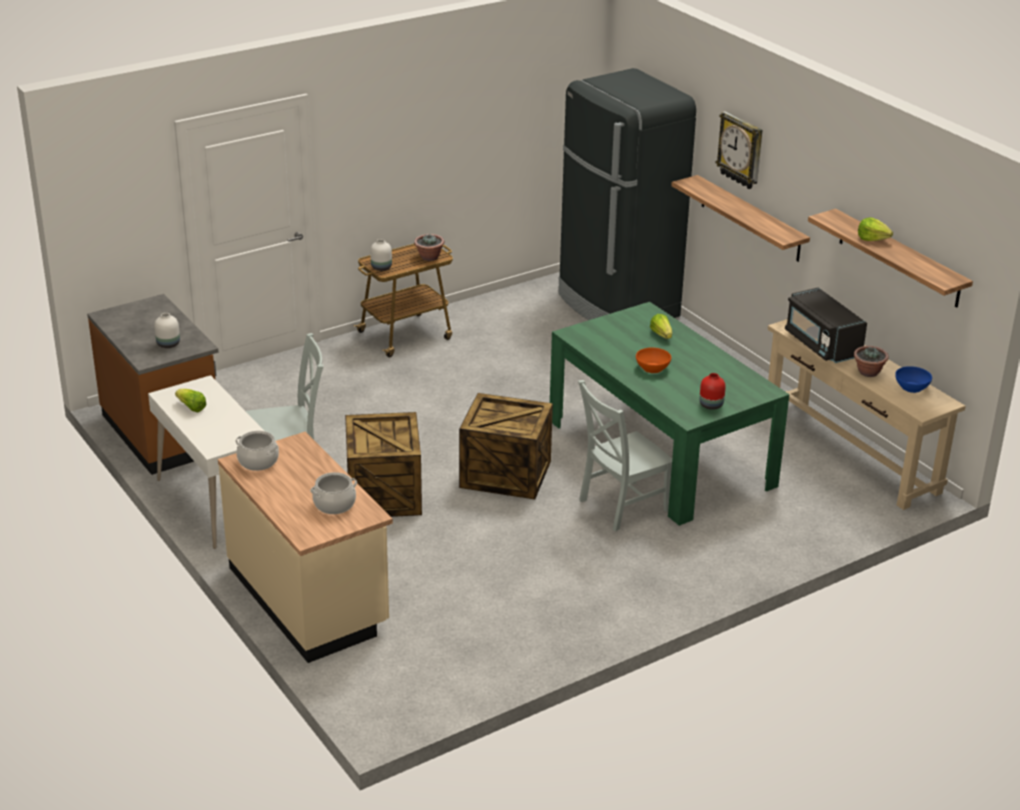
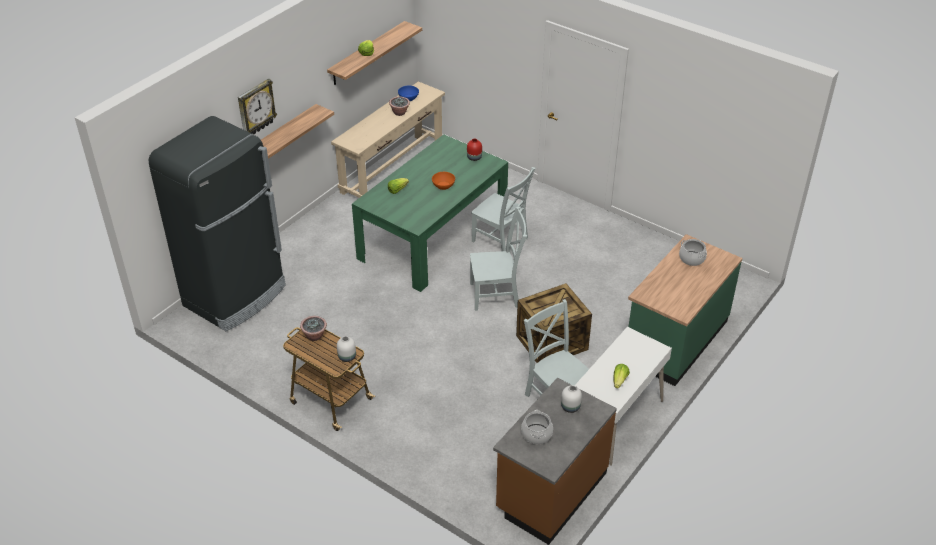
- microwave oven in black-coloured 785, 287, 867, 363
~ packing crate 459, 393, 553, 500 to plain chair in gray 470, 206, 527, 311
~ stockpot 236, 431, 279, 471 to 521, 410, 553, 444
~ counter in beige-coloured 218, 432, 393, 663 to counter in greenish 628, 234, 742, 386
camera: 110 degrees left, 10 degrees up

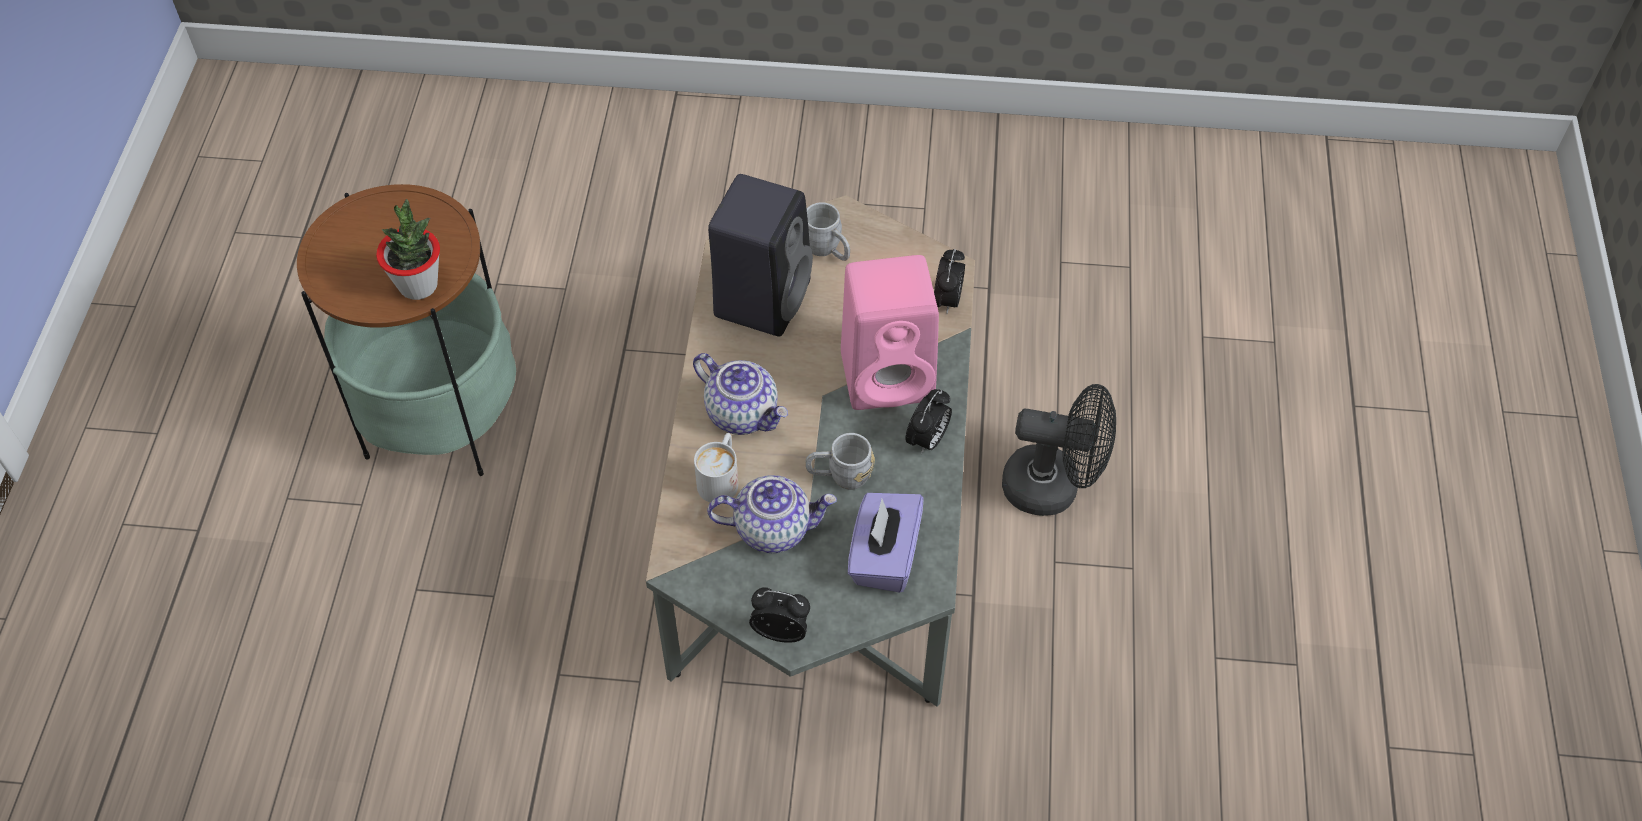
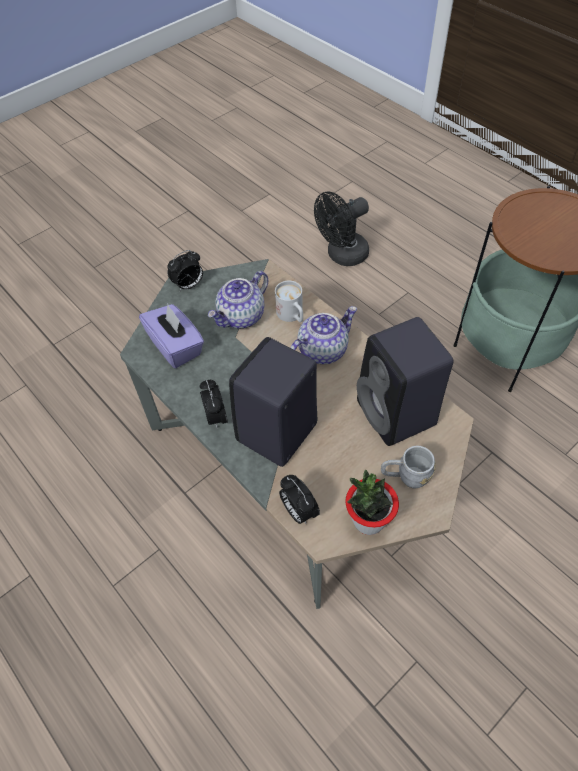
~ potted plant 376, 199, 440, 300 to 346, 470, 399, 535
~ loudspeaker in pink 841, 255, 939, 410 to loudspeaker in black-coloured 229, 337, 317, 467
~ tea pot 693, 353, 788, 435 = 290, 306, 357, 364 150 degrees clockwise
~ cooling fan in black-coloured 1002, 384, 1116, 516 to 314, 191, 369, 266
- coffee mug in gray 806, 433, 875, 490
camera: 135 degrees right, 0 degrees up

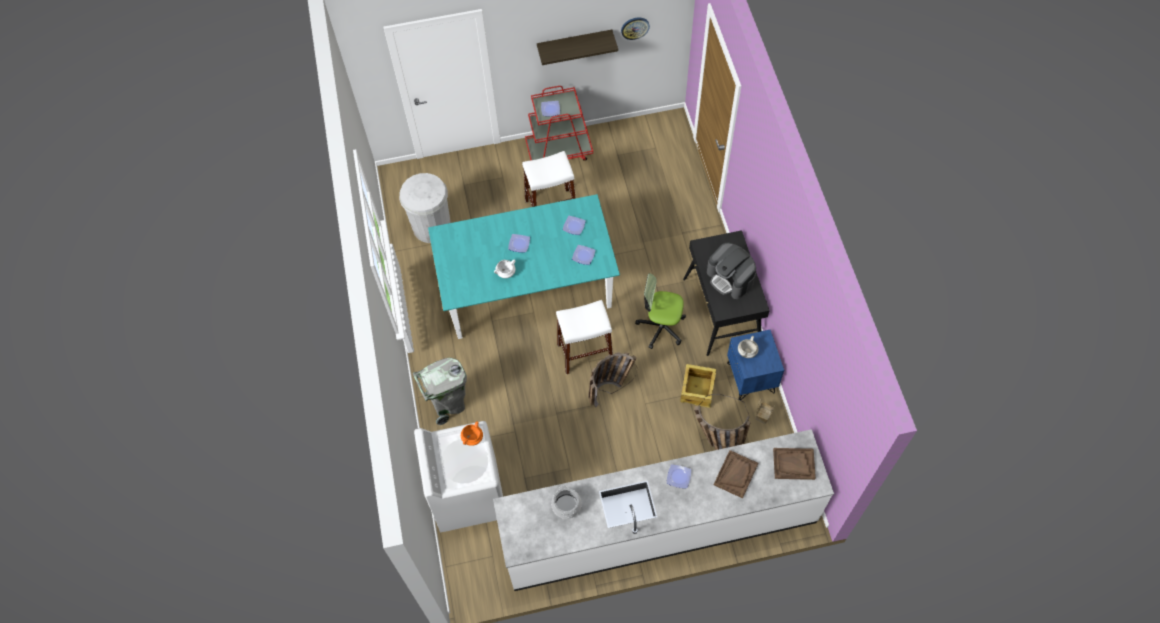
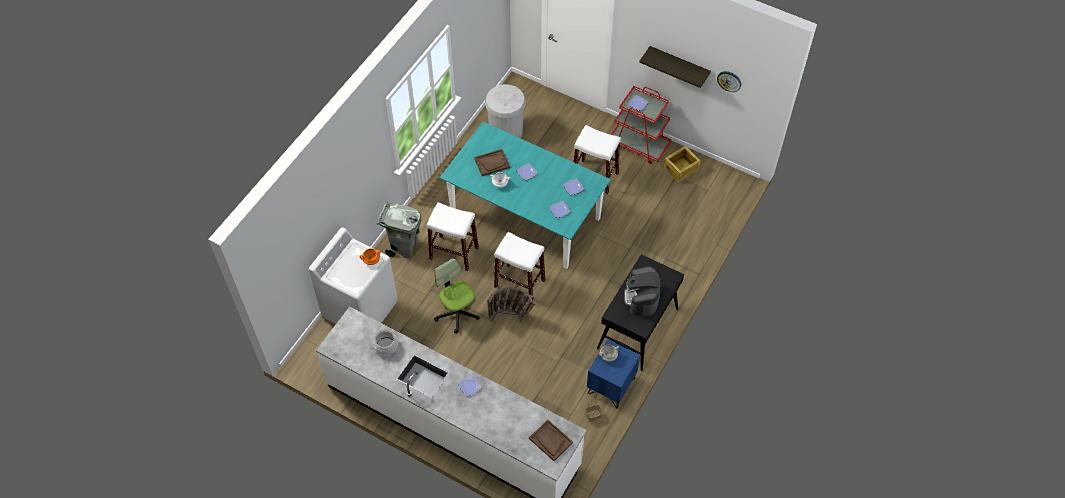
~ computer chair 635, 273, 686, 349 to 434, 258, 480, 334
~ packing crate 680, 364, 716, 408 to 664, 146, 701, 183
- household basket 694, 394, 751, 450
~ carrying tray in brown-coloured 714, 450, 758, 498 to 474, 149, 510, 176
+ stool seat in white 426, 202, 479, 271
camera: 40 degrees right, 5 degrees down

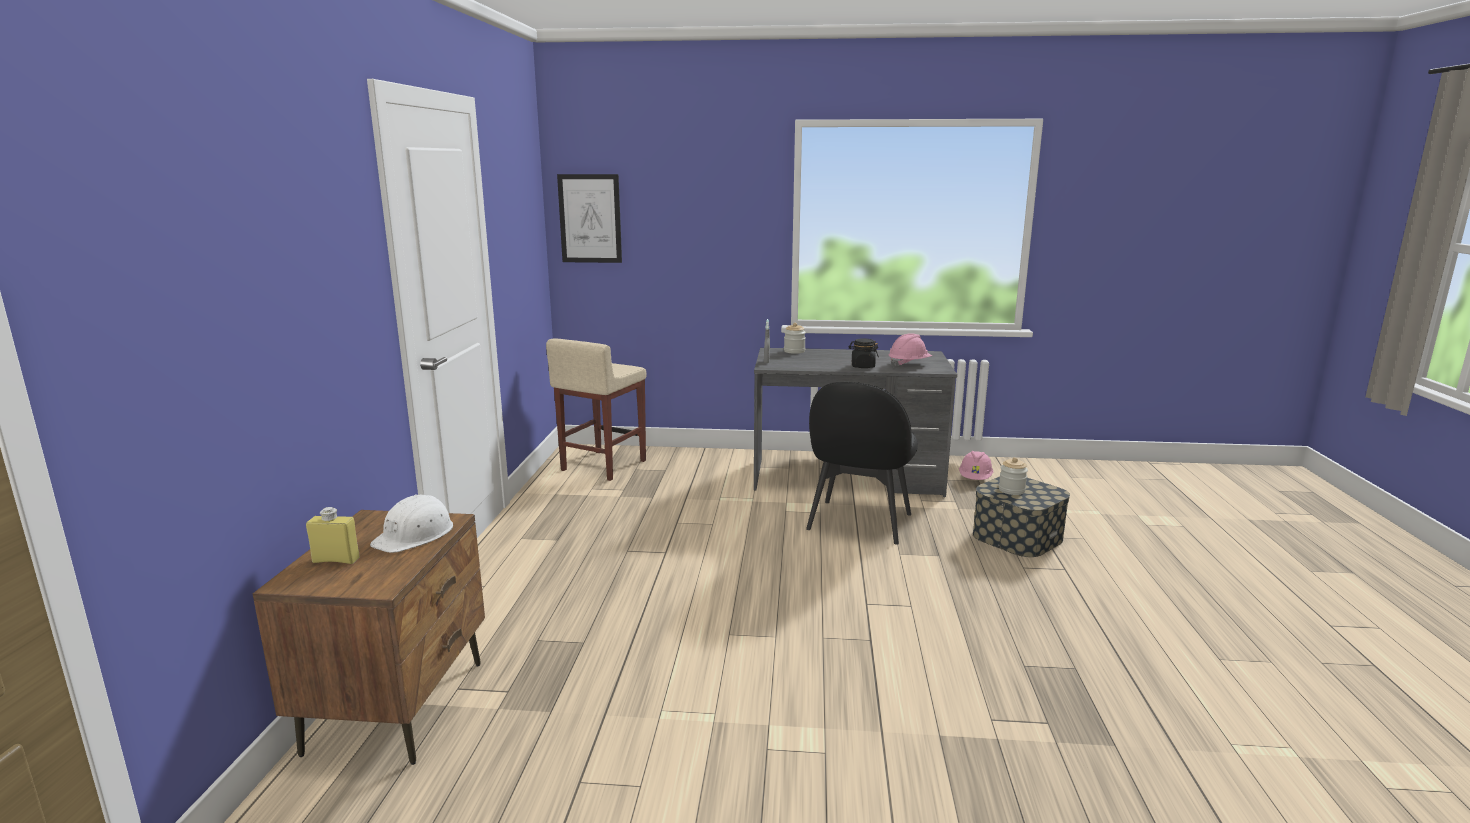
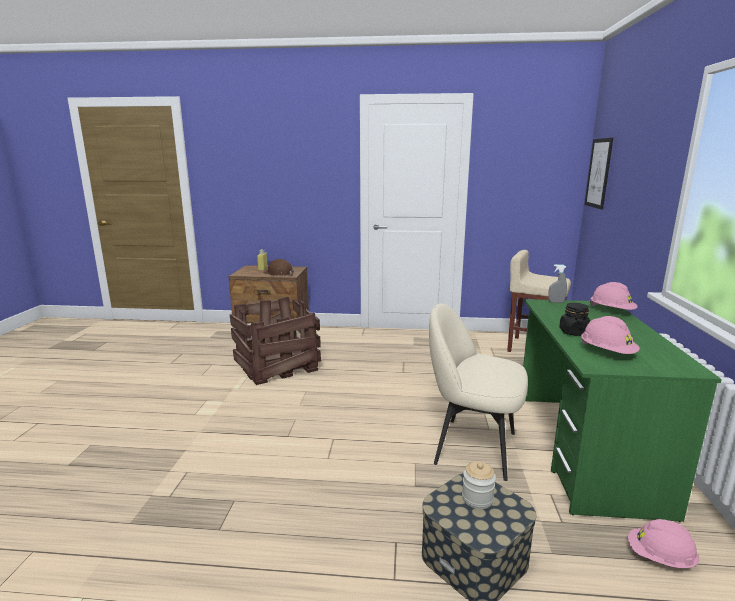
~ storage jar 784, 323, 806, 354 to safety helmet in pink 590, 282, 638, 310
~ desk in gray 754, 348, 957, 497 to desk in greenish 523, 299, 722, 522
~ plain chair in black-coloured 806, 382, 918, 545 to plain chair in beige-coloured 429, 303, 528, 481
~ safety helmet in white 370, 494, 453, 553 to safety helmet in brown-coloured 263, 259, 294, 276
+ packing crate 230, 297, 321, 385
camera: 90 degrees right, 0 degrees up

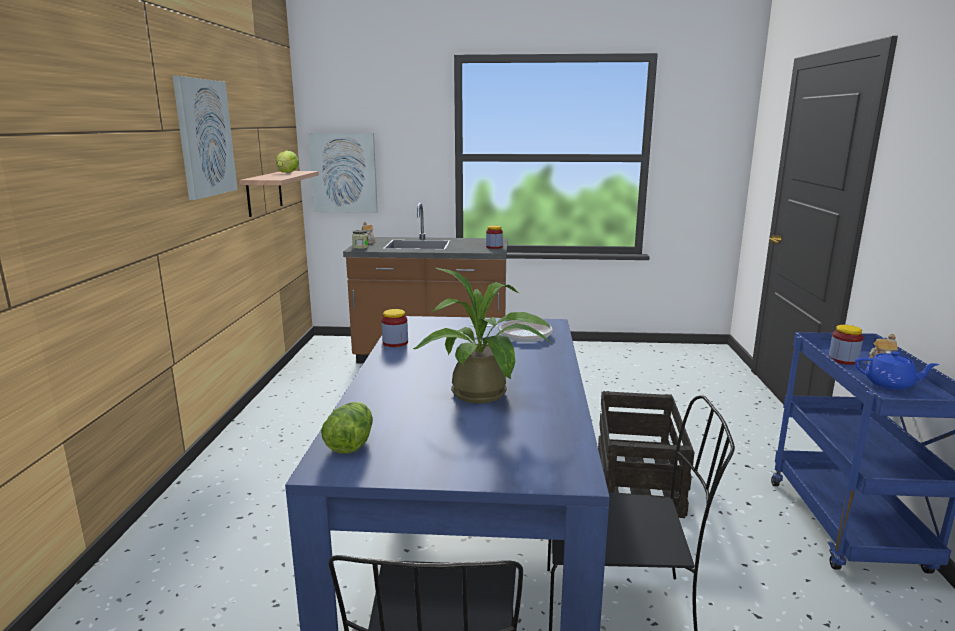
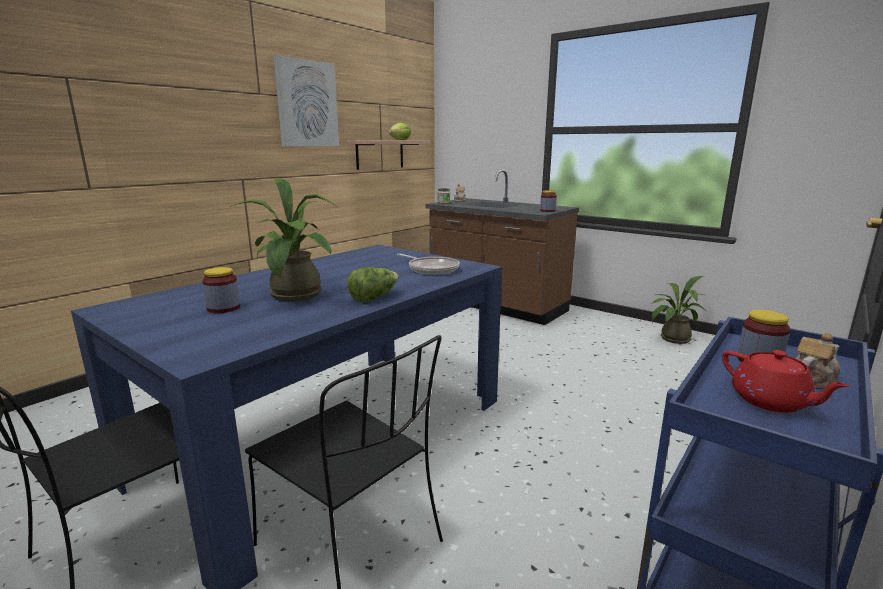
- picture 308, 133, 378, 213
~ storage jar 381, 309, 408, 347 to 202, 267, 240, 313
~ tea pot in bluish 855, 351, 939, 390 to tea pot in red 722, 350, 850, 413
- packing crate 598, 391, 695, 518
~ lettuce 321, 402, 373, 454 to 347, 267, 399, 303
+ potted plant 651, 276, 707, 344
camera: 35 degrees right, 0 degrees up

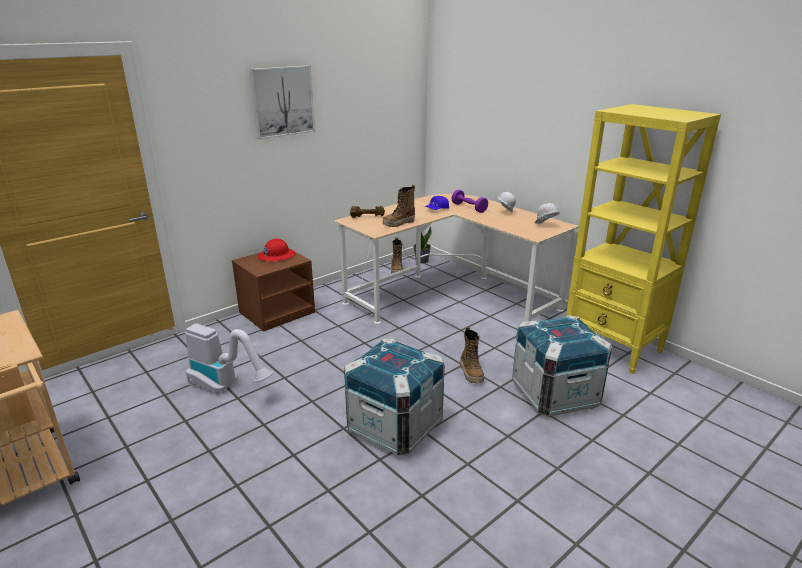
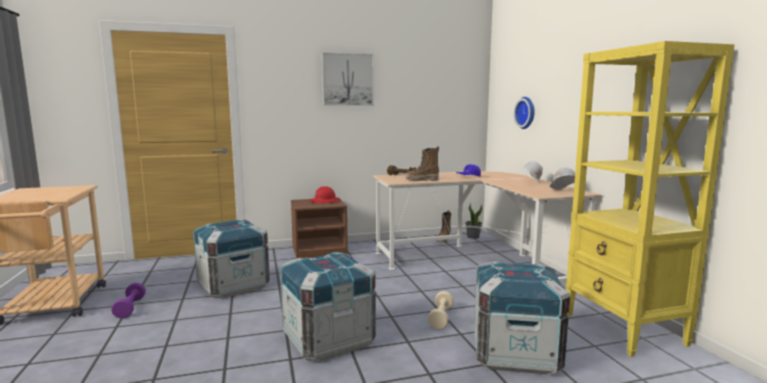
~ hand weight in purplish 452, 190, 488, 213 to 111, 283, 146, 319
~ vacuum cleaner 185, 324, 273, 394 to packing crate 193, 219, 270, 298
~ high-top boot 460, 327, 484, 383 to hand weight in beige-coloured 428, 291, 454, 329
+ clock on the wall 514, 97, 535, 129
camera: 25 degrees right, 15 degrees down

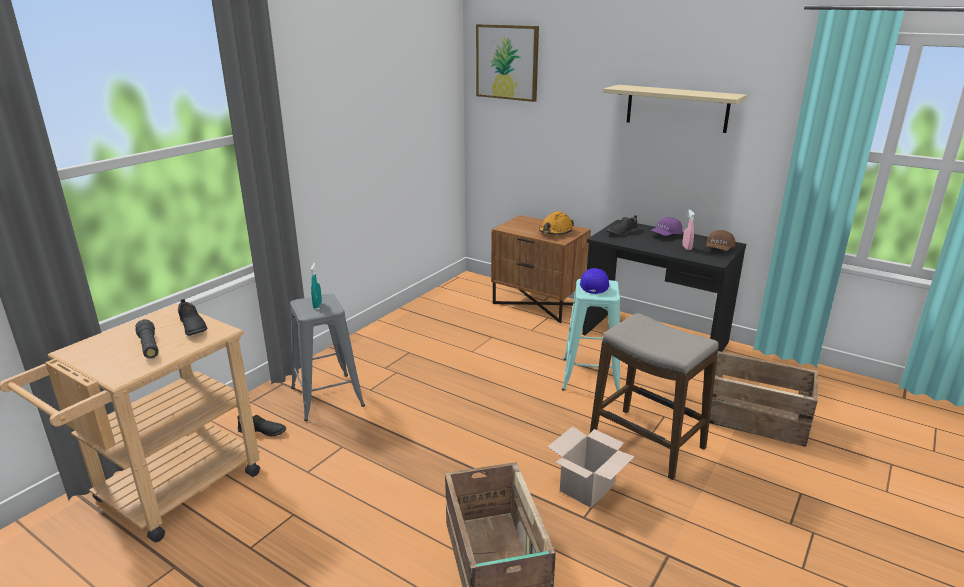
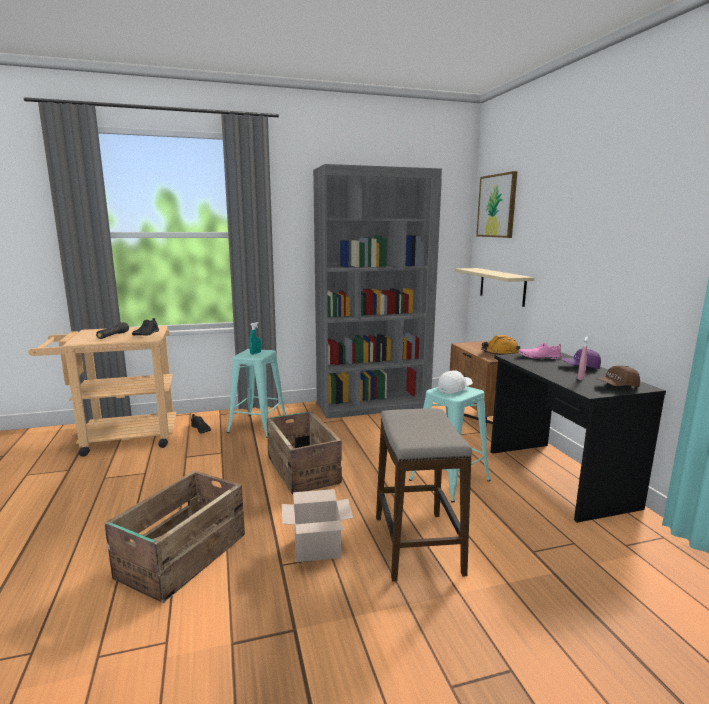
~ shelf in beige-coloured 603, 85, 747, 133 to 455, 268, 534, 307
~ item of footwear in black-coloured 606, 215, 638, 235 to item of footwear in pink 518, 343, 561, 359
~ baseball cap in bluish 580, 268, 609, 294 to baseball cap in white 438, 370, 473, 394
~ stool seat in gray 290, 294, 365, 421 to stool seat in turquoise 227, 349, 286, 438
~ packing crate 709, 351, 818, 447 to 267, 411, 342, 495
+ bookcase in gray 313, 164, 442, 419
camera: 40 degrees right, 10 degrees down

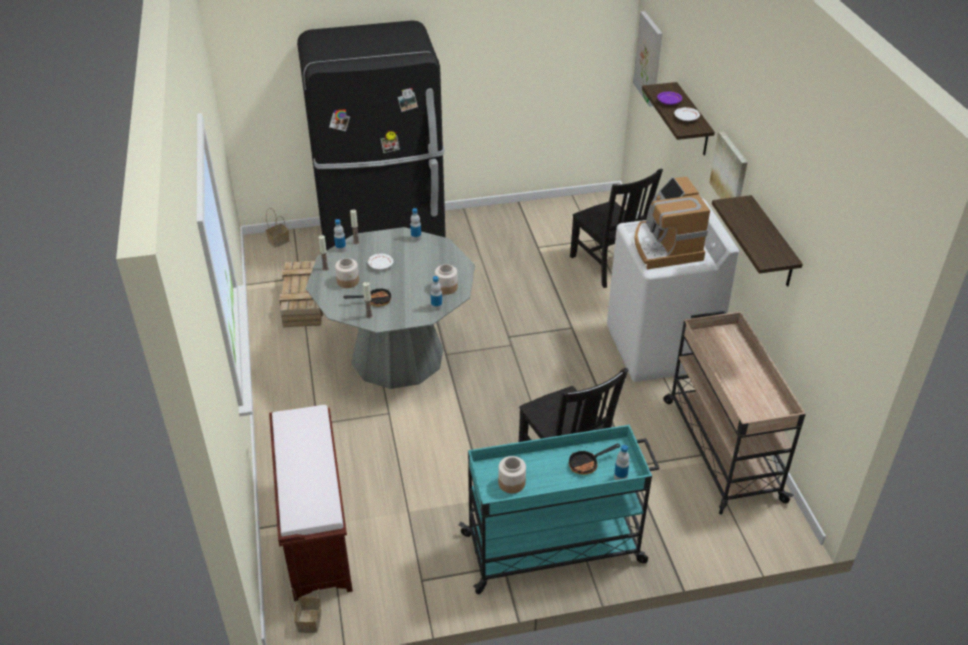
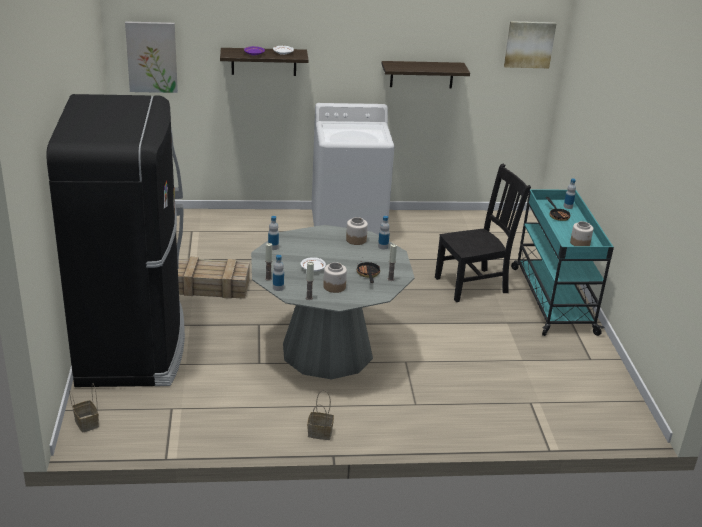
~ picture 709, 131, 748, 199 to 504, 21, 556, 68
- plain chair in black-coloured 570, 169, 663, 288
- coffee brewer 635, 177, 710, 269
~ packing crate 279, 261, 323, 327 to 178, 257, 250, 299
- wheeled cart in beige-coloured 663, 311, 806, 515
- bench in brown-coloured 269, 405, 353, 601
~ household basket 290, 588, 321, 633 to 307, 390, 334, 440
camera: 85 degrees left, 10 degrees down

